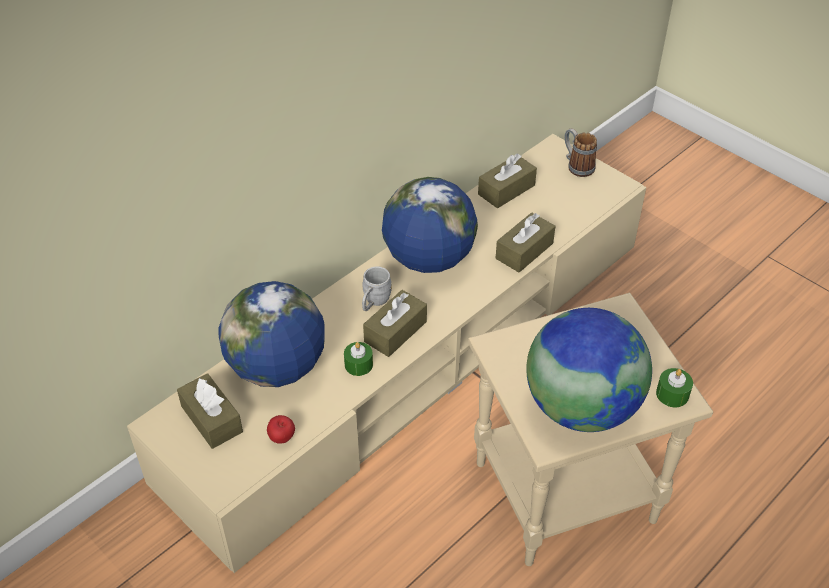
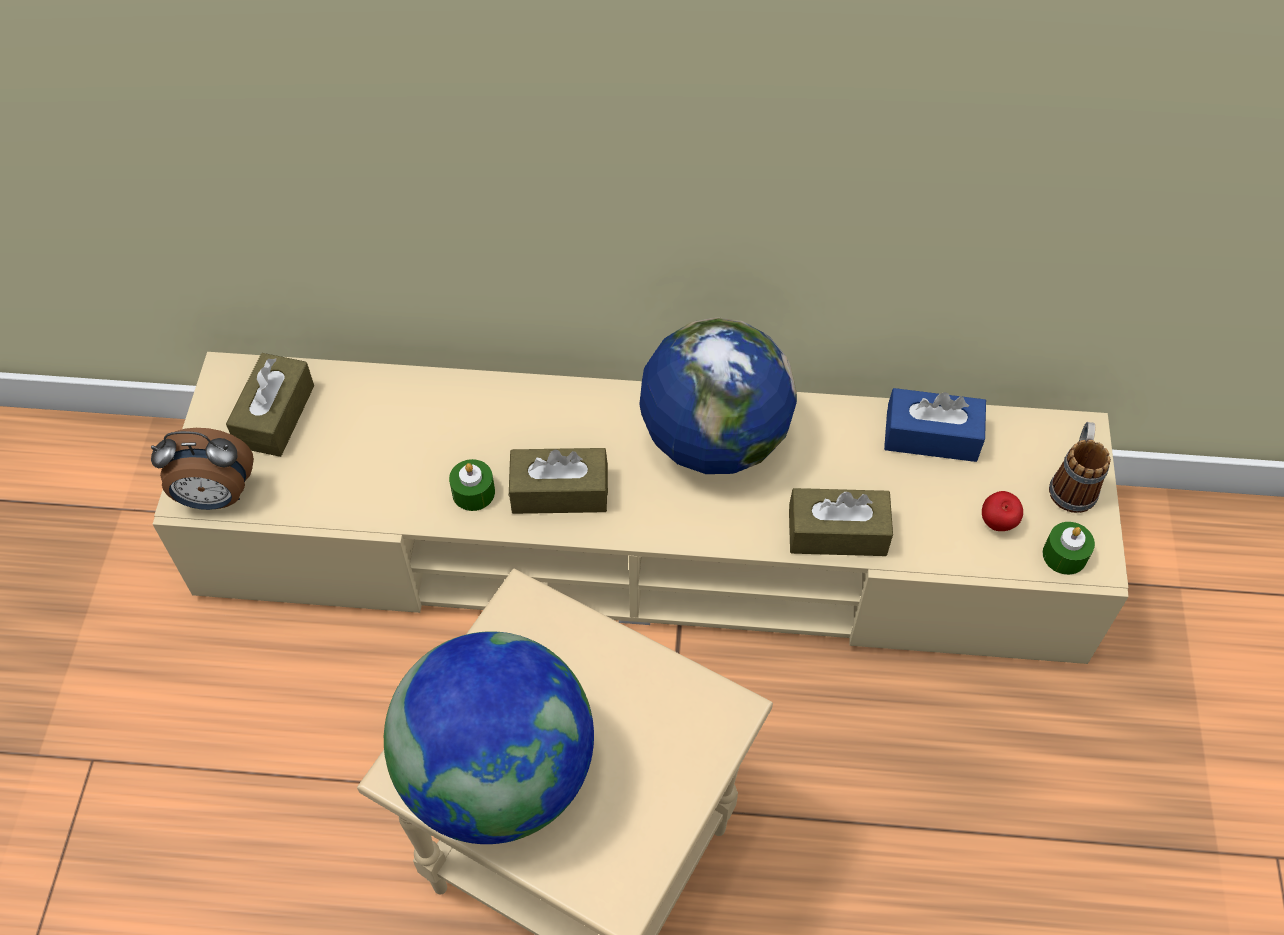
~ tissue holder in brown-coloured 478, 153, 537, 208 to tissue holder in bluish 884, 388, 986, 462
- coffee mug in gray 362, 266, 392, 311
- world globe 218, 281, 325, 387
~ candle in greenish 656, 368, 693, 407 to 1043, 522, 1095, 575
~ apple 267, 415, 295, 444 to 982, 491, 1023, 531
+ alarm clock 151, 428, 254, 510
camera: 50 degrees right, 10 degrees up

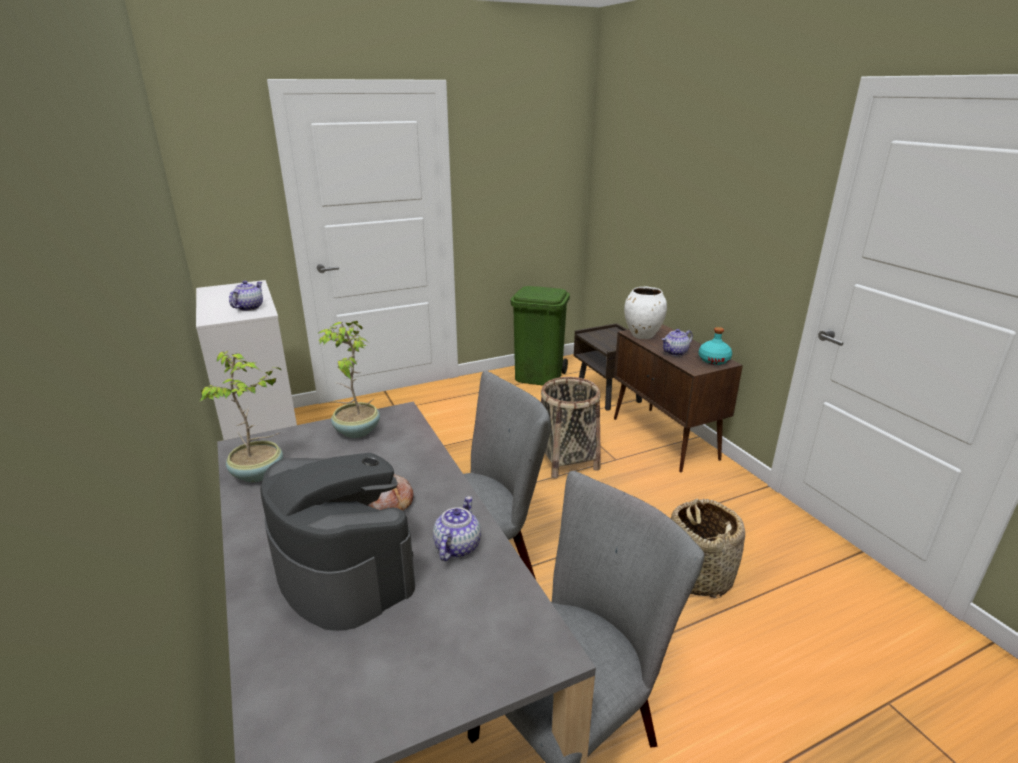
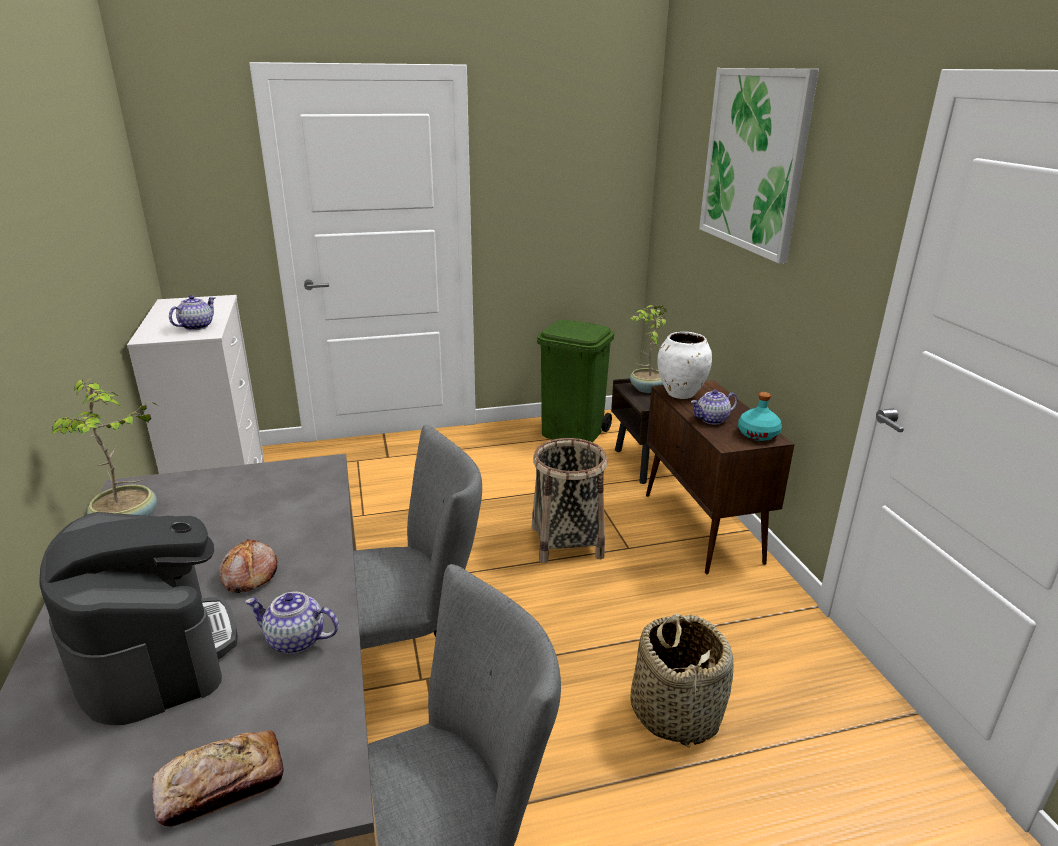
~ potted plant 318, 321, 380, 438 to 630, 305, 667, 393
~ tea pot 433, 496, 481, 561 = 245, 592, 339, 654 105 degrees counterclockwise
+ picture 699, 68, 819, 264
+ bread 152, 730, 284, 827
camera: 10 degrees right, 0 degrees up

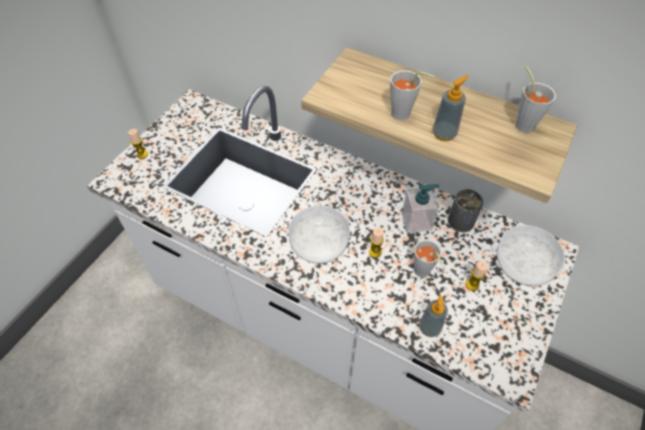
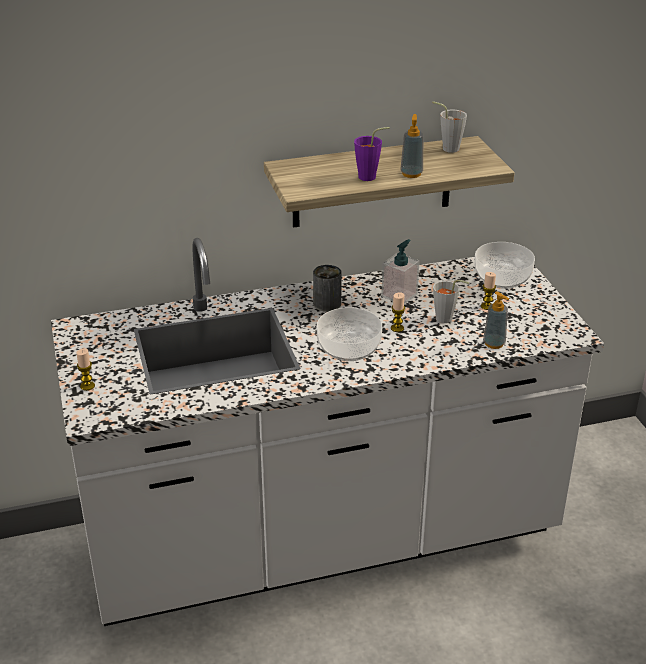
~ small cup in gray 390, 70, 434, 120 to small cup in purplish 354, 127, 390, 181
~ can 448, 189, 483, 232 to 313, 265, 342, 312
camera: 45 degrees left, 20 degrees down

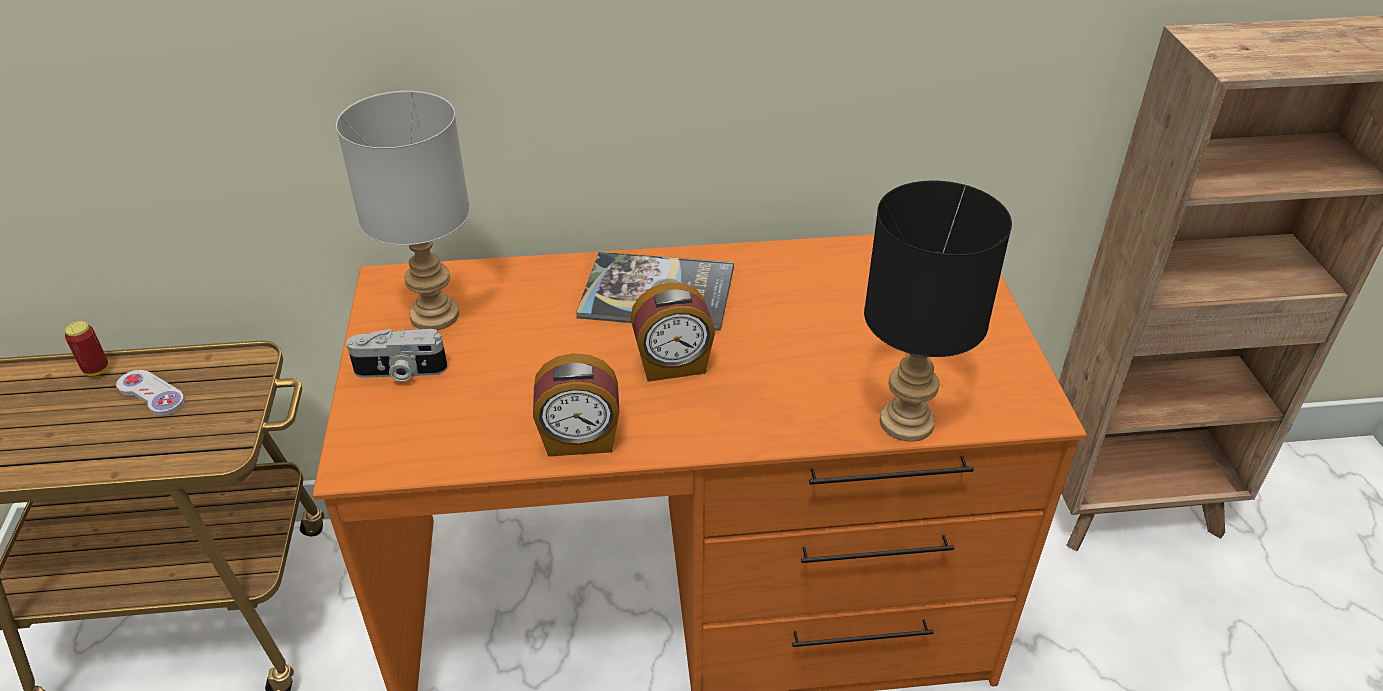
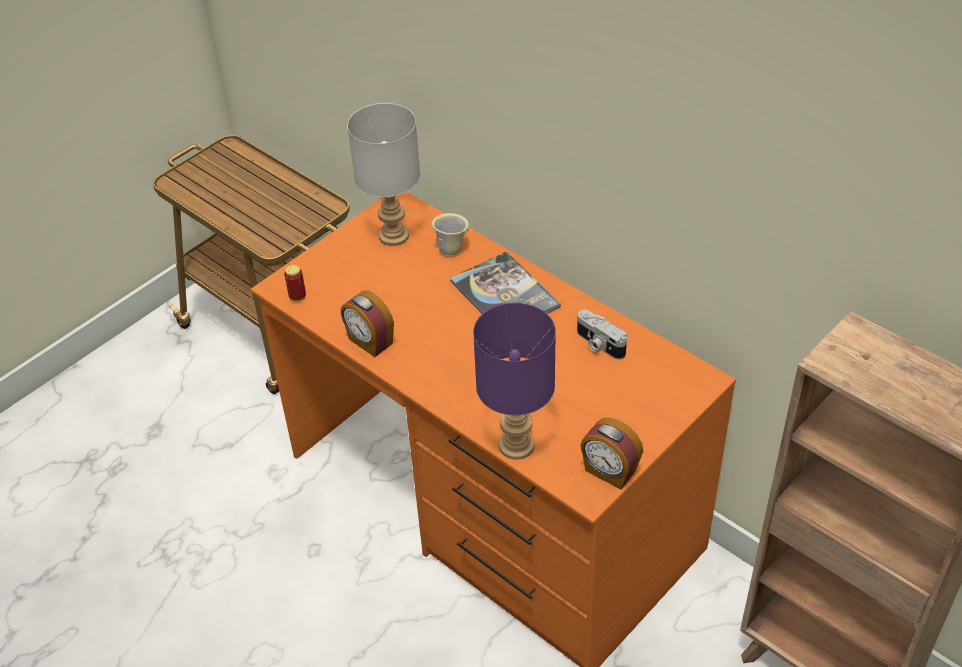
~ tabletop lamp in black-coloured 864, 180, 1012, 442 to tabletop lamp in purplish 473, 303, 556, 460
~ alarm clock 630, 282, 715, 382 to 580, 418, 643, 490
~ can 65, 321, 109, 376 to 284, 265, 306, 302
~ photo camera 346, 329, 448, 382 to 577, 310, 627, 360
- gamepad in white 116, 370, 185, 416
+ coffee mug in beige-coloured 432, 213, 469, 256
camera: 50 degrees right, 5 degrees up

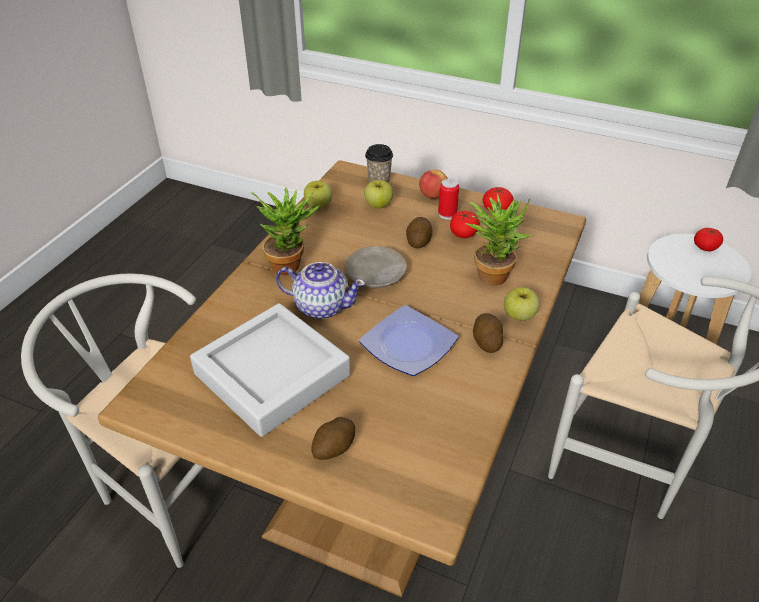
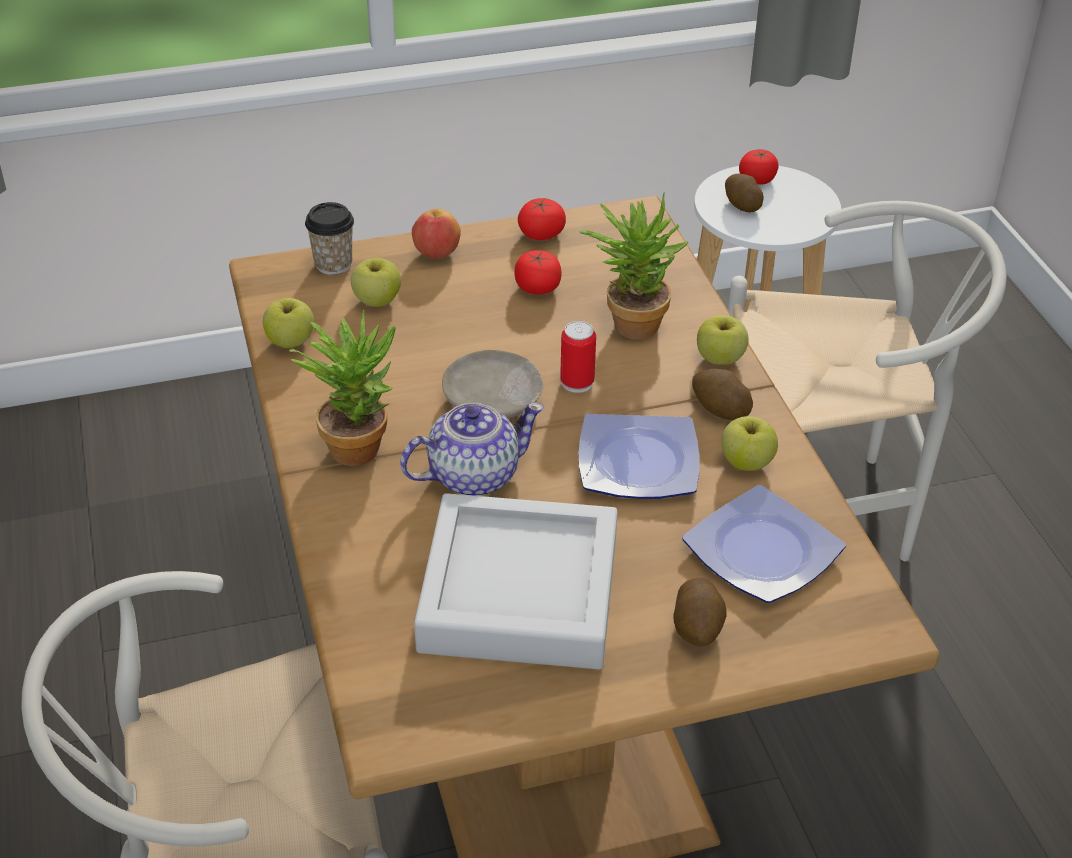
~ can 438, 178, 459, 219 to 560, 321, 596, 393
~ whole potato 406, 217, 433, 248 to 725, 174, 764, 212
+ apple 721, 416, 778, 471
+ flat dish 682, 485, 846, 603
camera: 40 degrees left, 0 degrees up

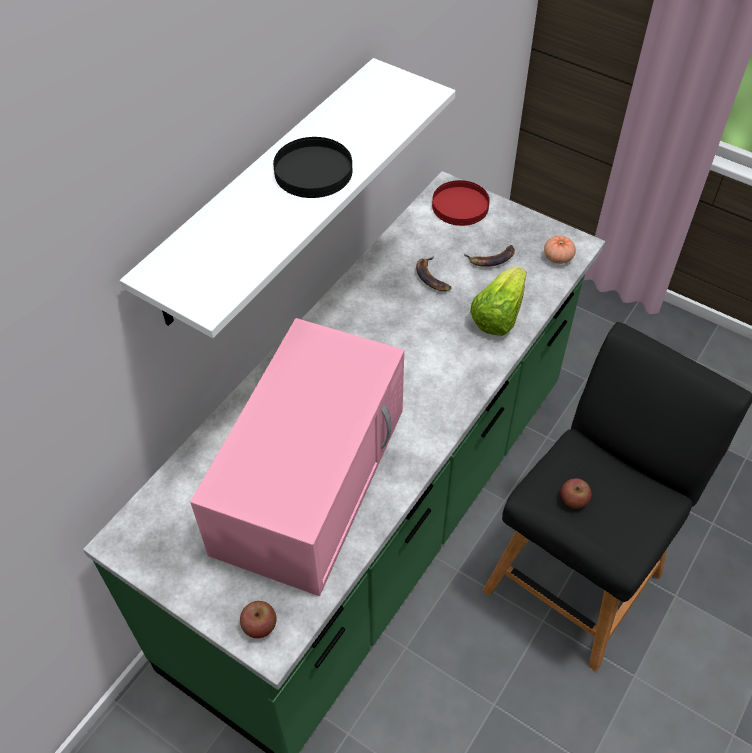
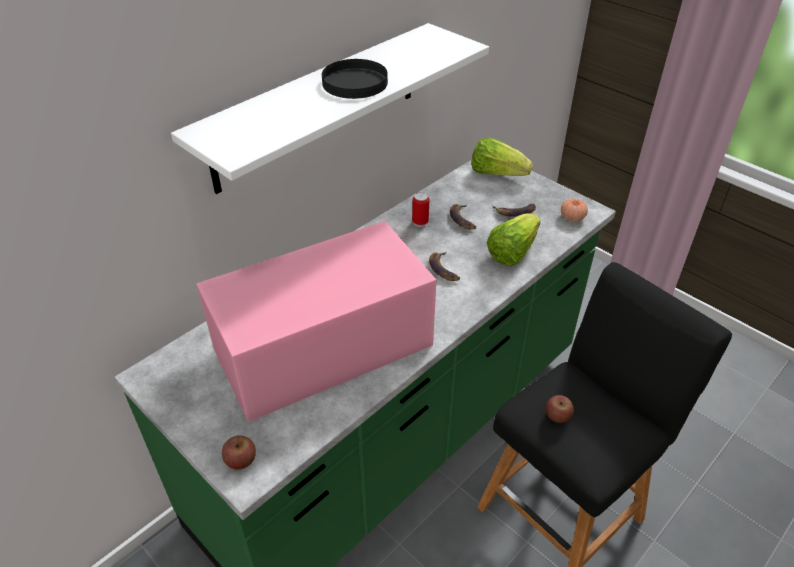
~ flat dish in red 432, 180, 490, 226 to lettuce 471, 137, 533, 176
~ microwave oven in pink 190, 318, 404, 596 = 196, 221, 436, 422 150 degrees counterclockwise
+ can 412, 192, 429, 227
+ banana 429, 252, 460, 281
camera: 10 degrees right, 10 degrees down

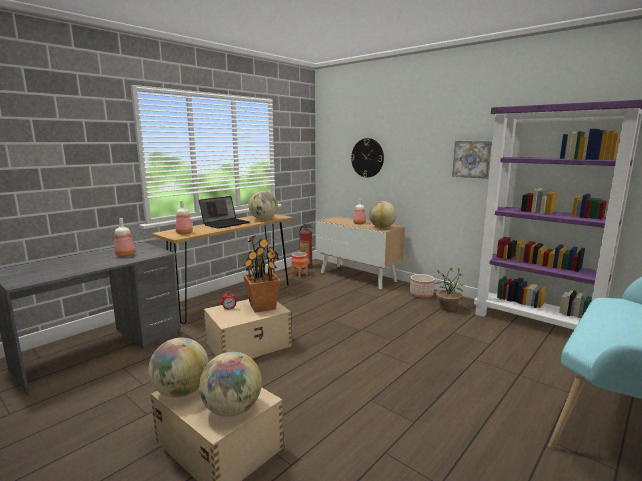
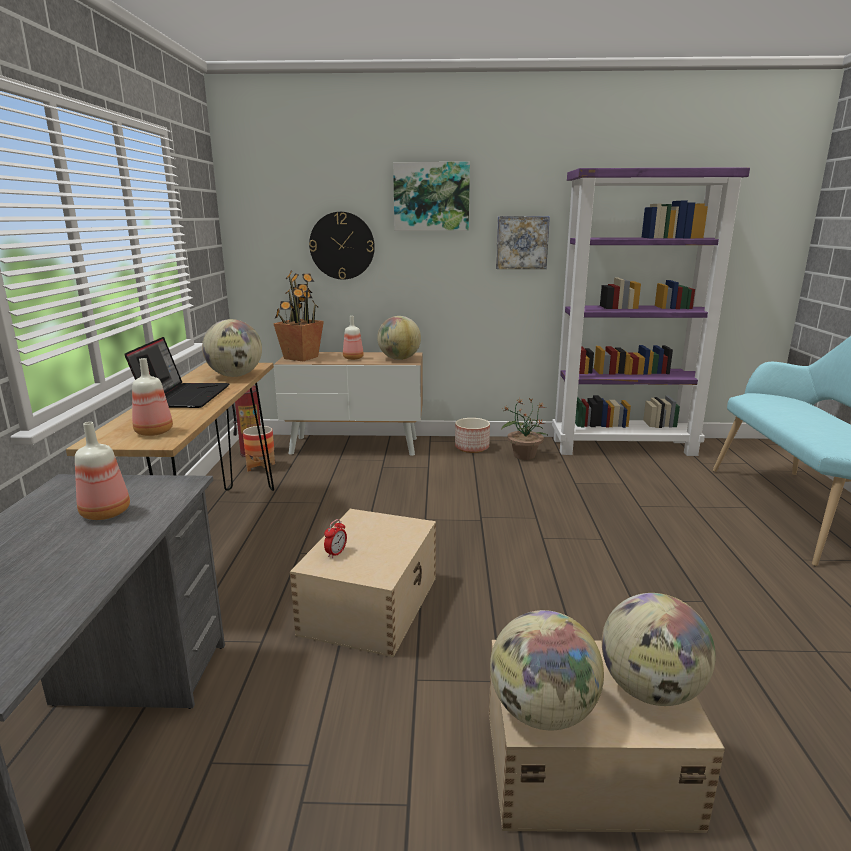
~ potted plant 243, 235, 281, 313 to 273, 271, 324, 361
+ picture 393, 162, 470, 231
camera: 40 degrees left, 5 degrees up

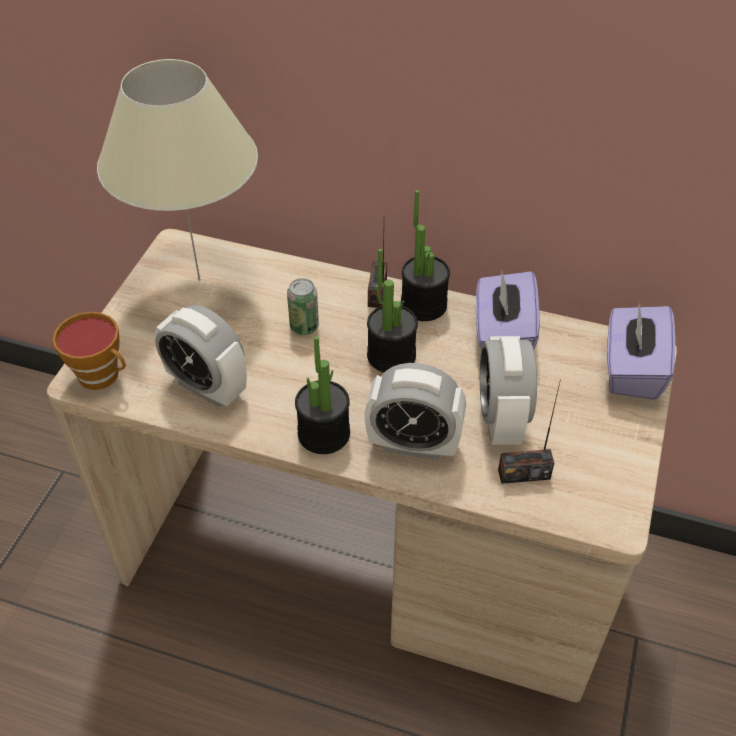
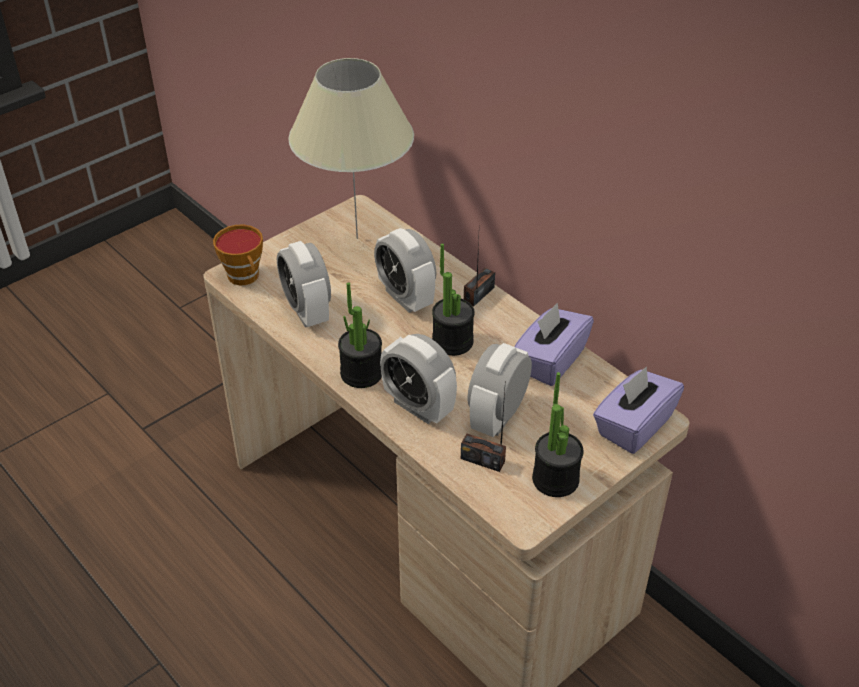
~ potted plant 401, 190, 450, 321 to 532, 372, 584, 497
~ can 287, 278, 319, 335 to alarm clock 374, 228, 437, 313
camera: 30 degrees right, 5 degrees down

